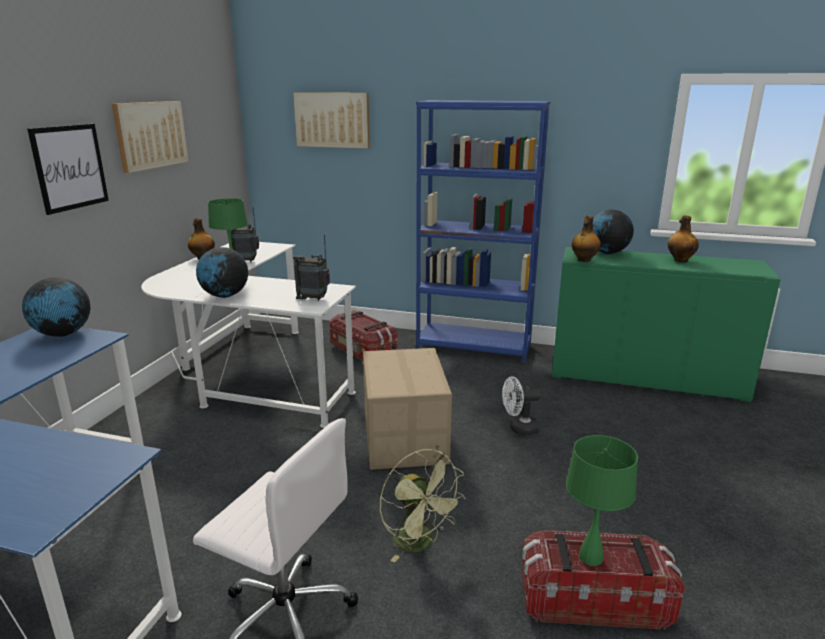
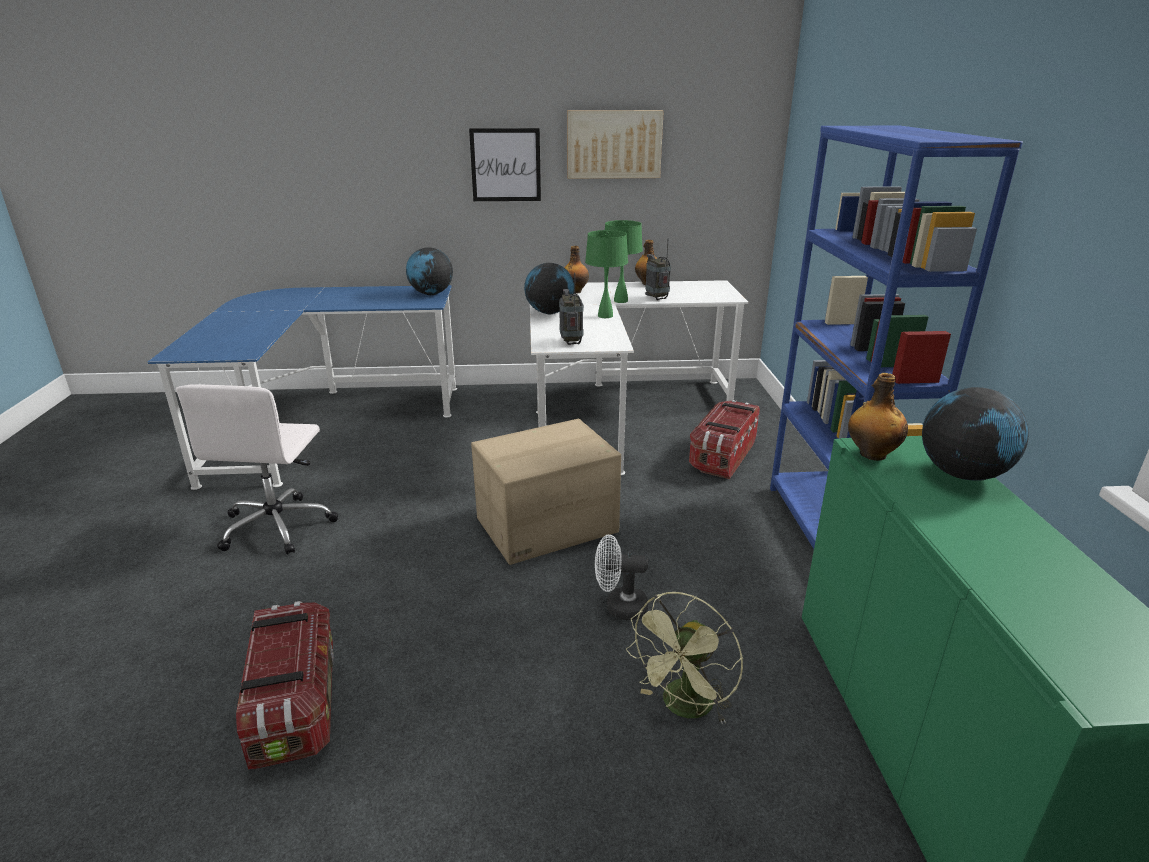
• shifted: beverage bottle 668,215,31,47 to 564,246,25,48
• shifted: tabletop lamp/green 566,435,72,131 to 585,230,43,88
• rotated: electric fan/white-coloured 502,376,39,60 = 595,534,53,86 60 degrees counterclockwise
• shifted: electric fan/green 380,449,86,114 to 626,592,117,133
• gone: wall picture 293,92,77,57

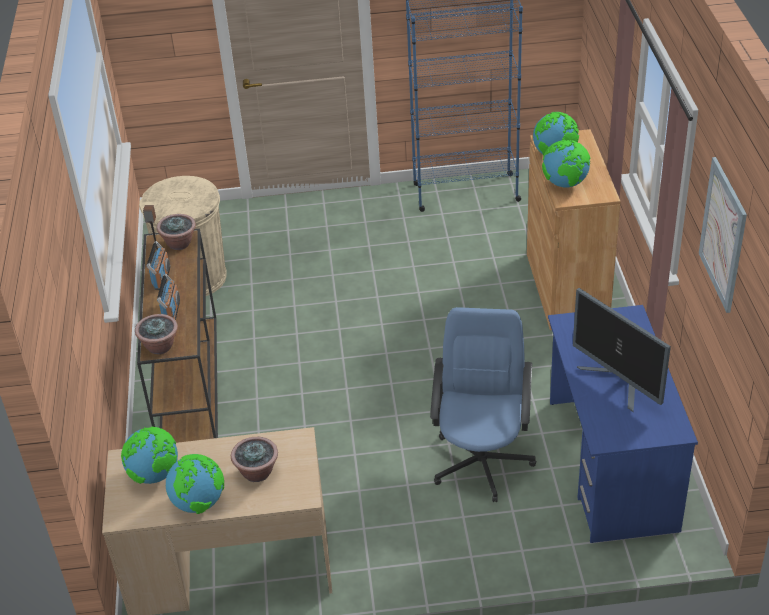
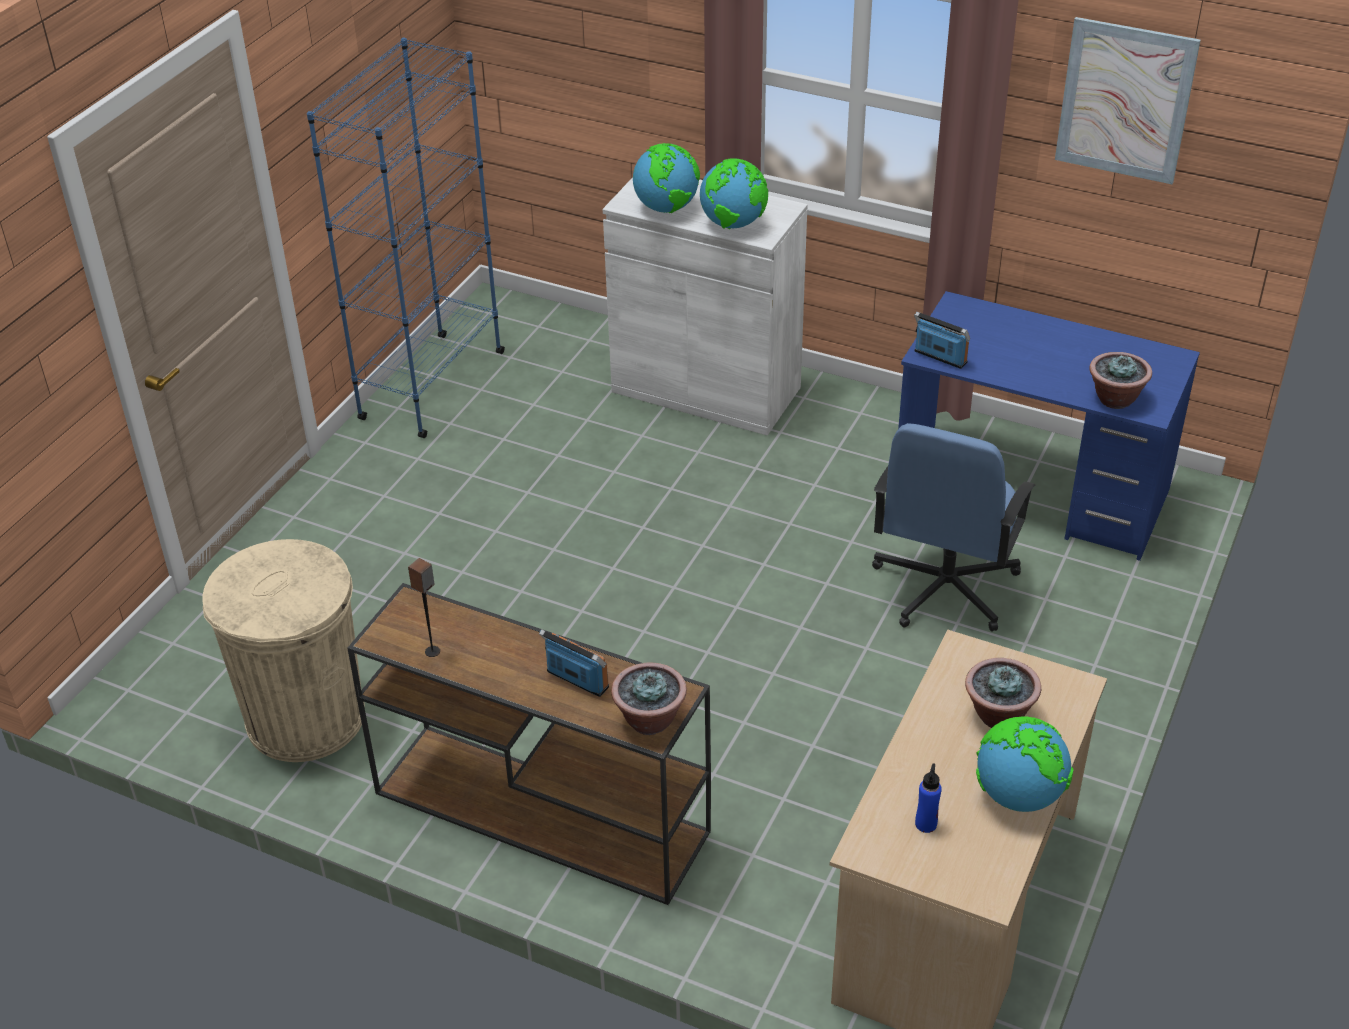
• repainted: cupboard/brown-coloured 527,129,94,201 to cupboard/white-coloured 603,177,205,259
• rotated: desk chair/bluish 430,307,106,195 = 872,423,163,209 105 degrees counterclockwise
• shifted: radio receiver 146,241,24,49 to 914,312,56,57
• swapped: world globe 121,427,57,57 to beverage bottle/bluish 915,763,27,70
• shifted: houseplant 157,214,39,36 to 1090,352,62,57
• gone: computer screen 573,288,98,124

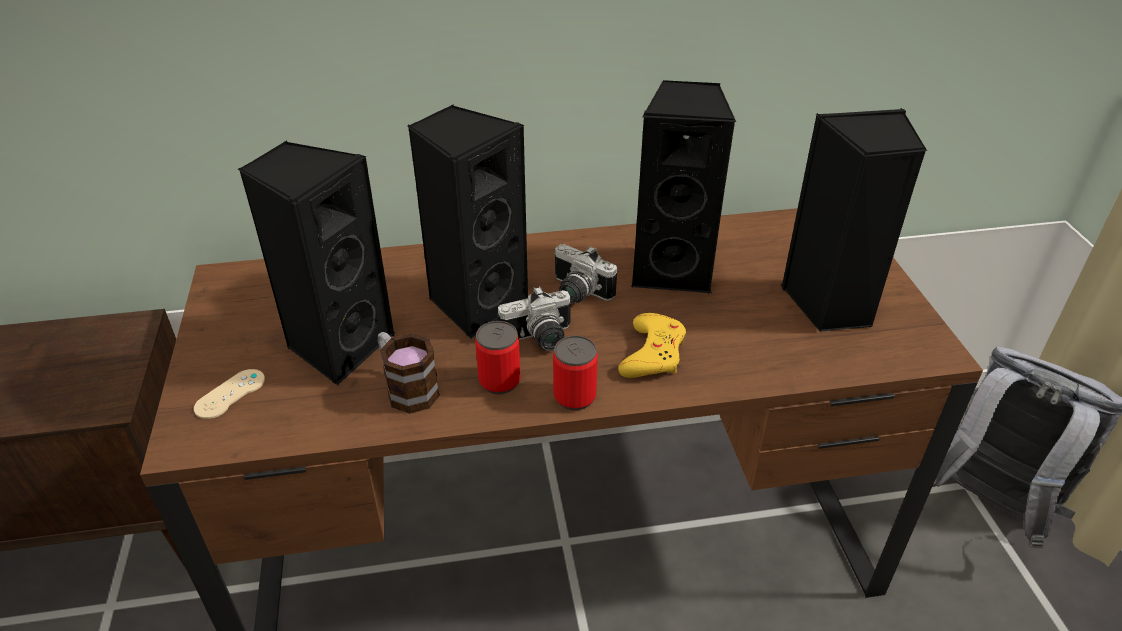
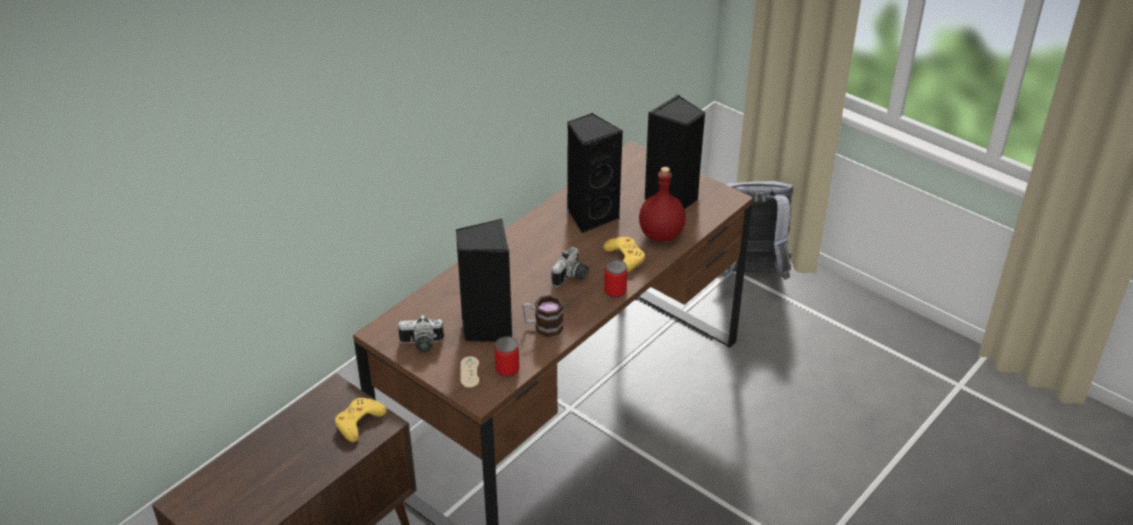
• new: joypad/yellowish 335,398,51,44
• shifted: still camera 554,244,63,60 to 398,315,46,38
• shifted: can 475,321,46,73 to 495,336,24,41
• new: beverage bottle/reddish 639,167,47,75
• gone: audio speaker/blackish 407,104,121,235

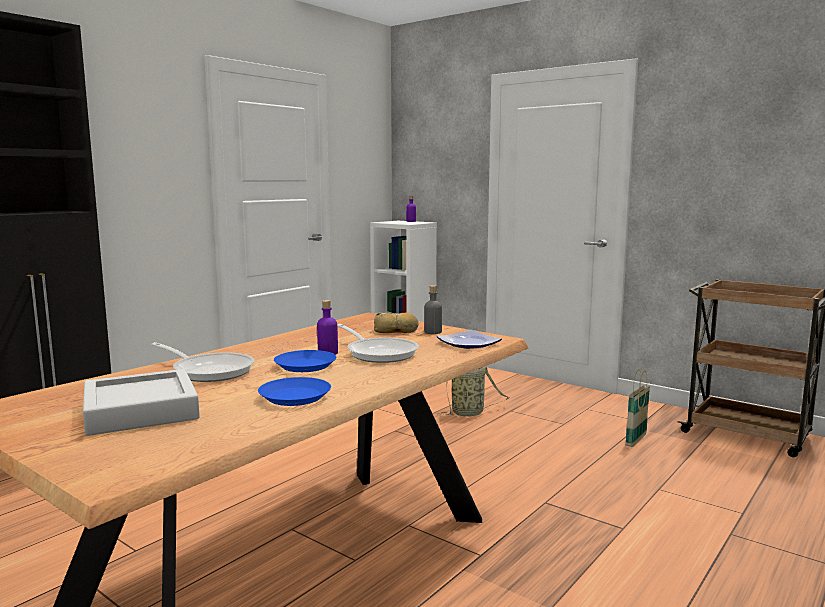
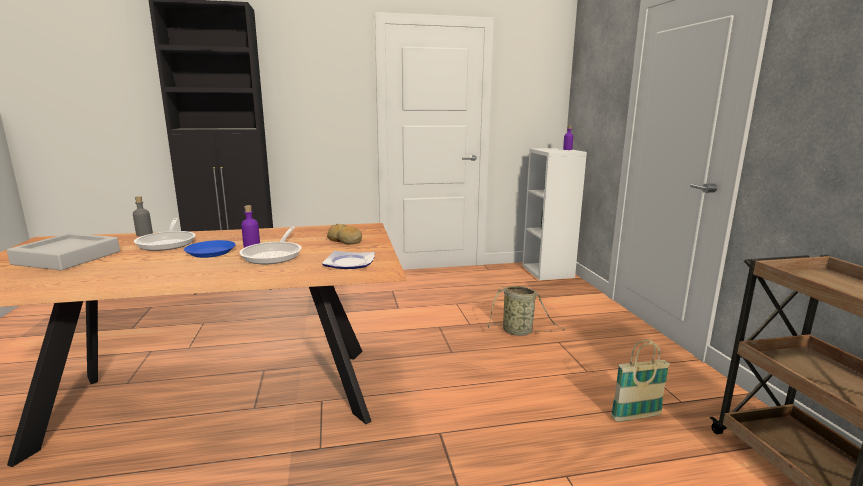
• shifted: beverage bottle/gray 424,285,18,49 to 133,196,20,41
• gone: dinner plate/bluish 258,377,73,29

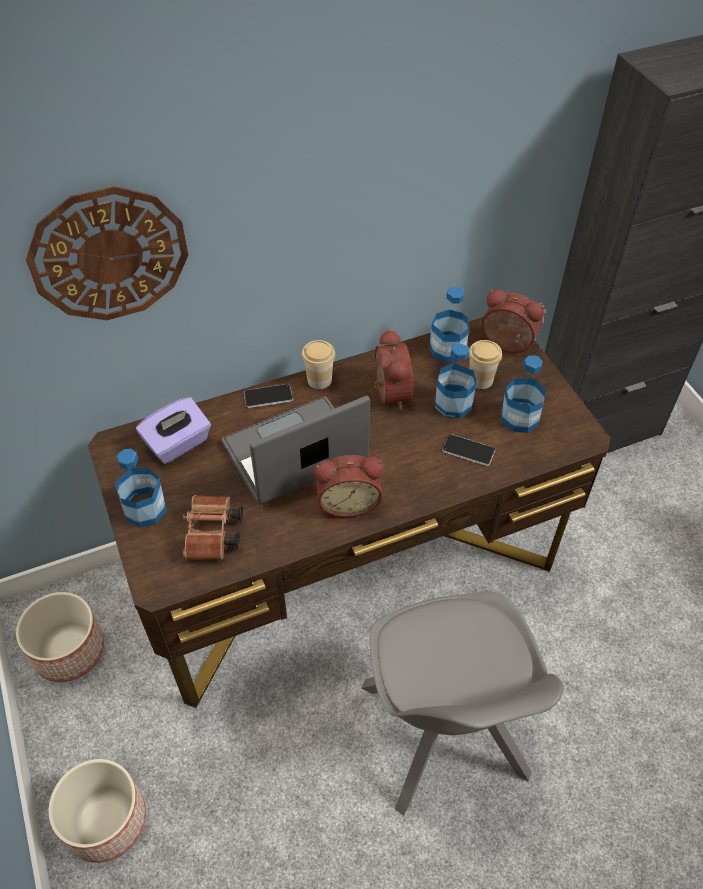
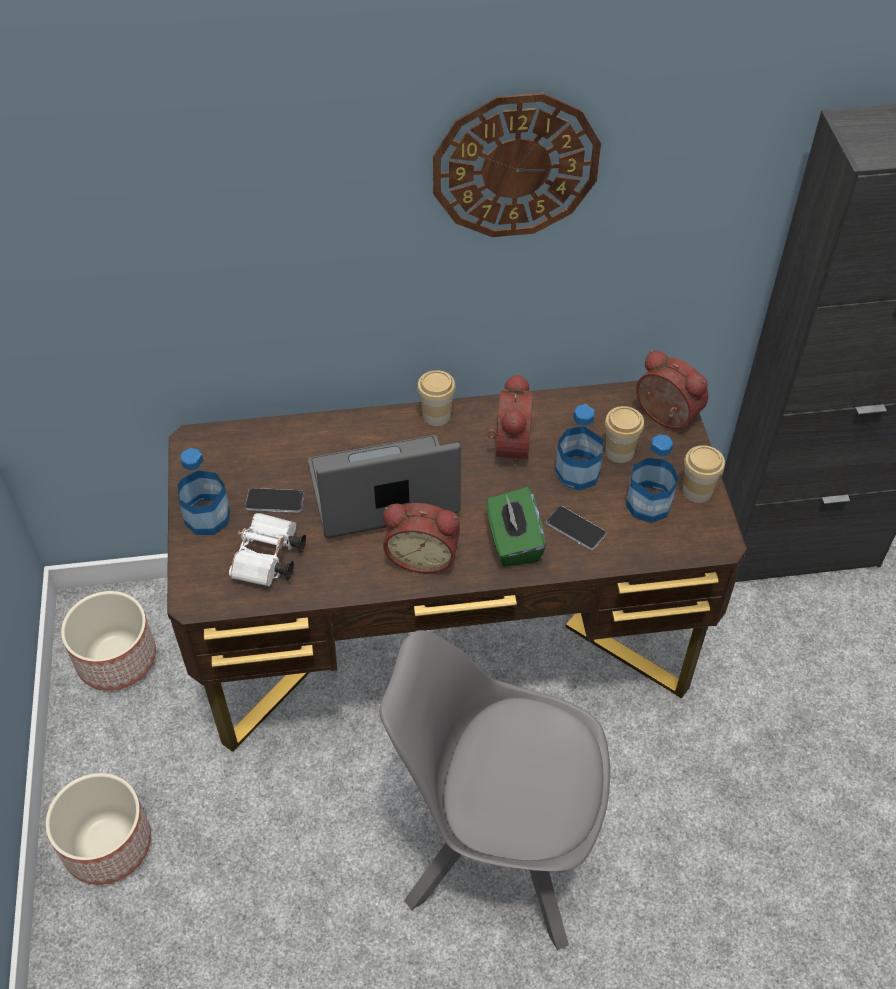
• repainted: binoculars/brown-coloured 183,495,60,65 to binoculars/white-coloured 229,513,77,74
• shifted: handset 244,384,49,24 to 245,488,59,25
• rotated: chair/gray 362,591,202,225 = 379,630,231,320 105 degrees clockwise
• shifted: clock on the wall 26,186,162,134 to 433,93,168,144
• new: tissue box/green 486,487,60,80
• new: cup 683,445,42,58
• gone: tissue box/purplish 136,397,75,67
• gone: beverage bottle 429,287,40,76

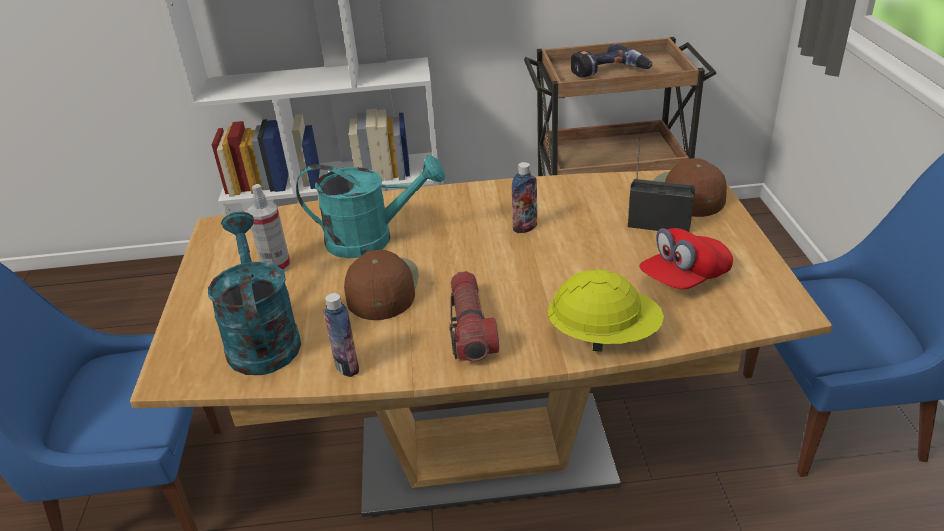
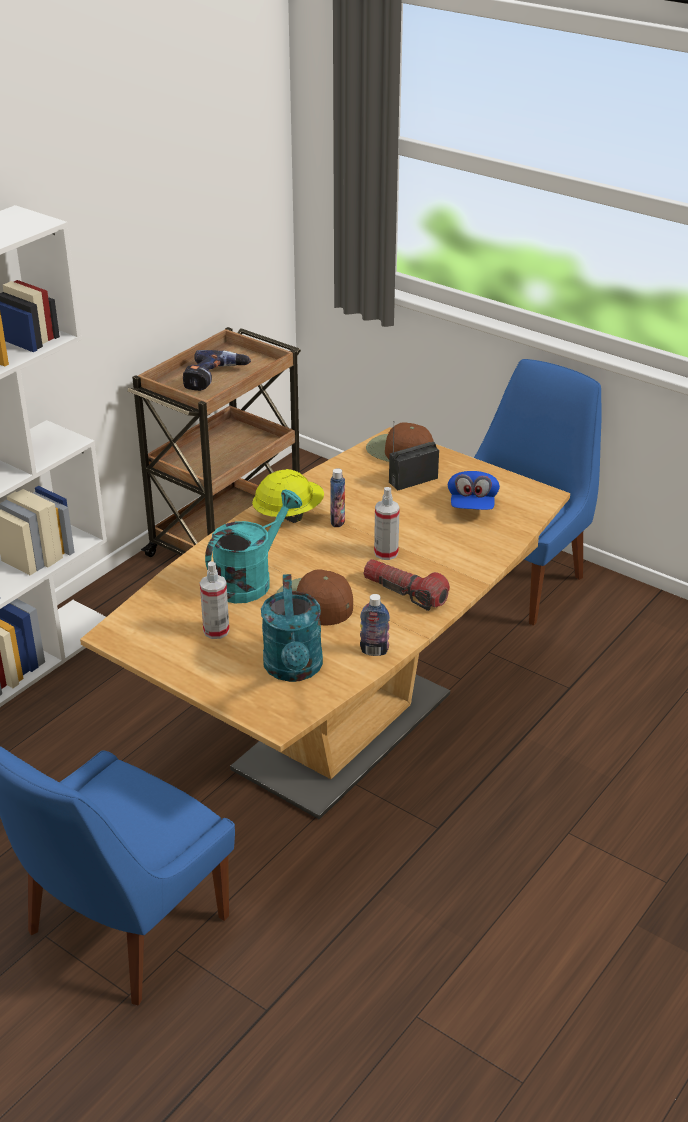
• shifted: safety helmet/yellowish 548,269,116,83 to 252,469,72,54
• rotated: watering can/blue-green 208,212,93,163 = 261,574,62,108 120 degrees counterclockwise
• new: spray bottle 374,487,26,73
• repainted: cap/reddish 639,228,94,61 to cap/bluish 448,471,52,39

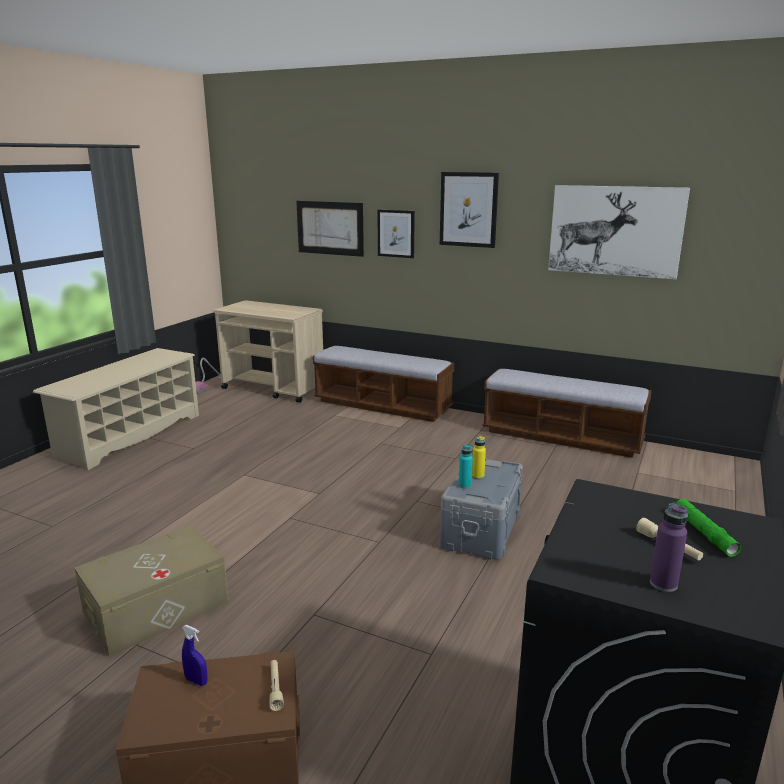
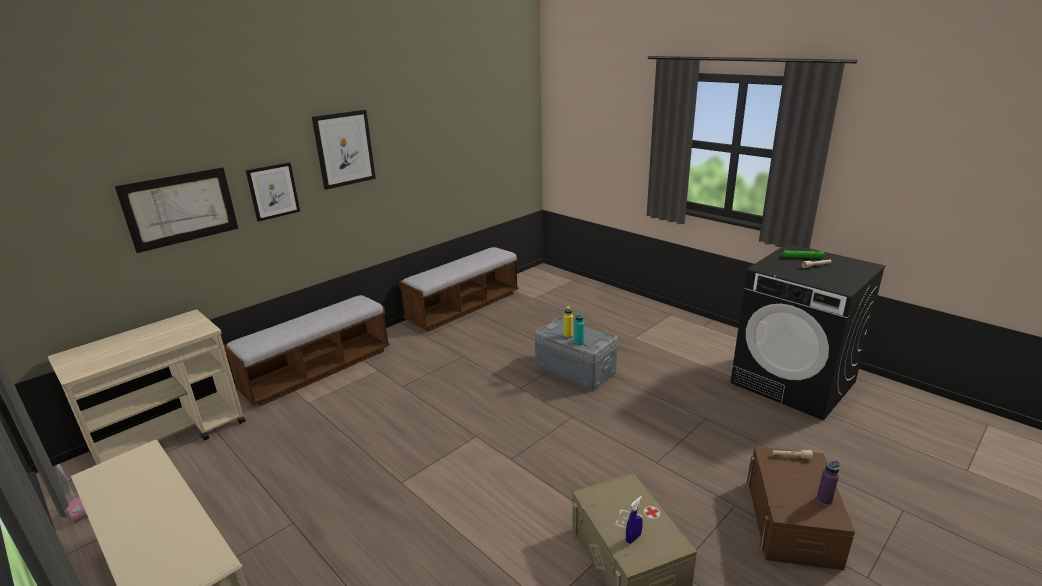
• shifted: spray bottle/bluish 182,625,26,61 to 626,496,17,48
• shifted: beverage bottle/purplish 650,503,38,89 to 816,461,24,45
• gone: wall picture 548,185,142,94

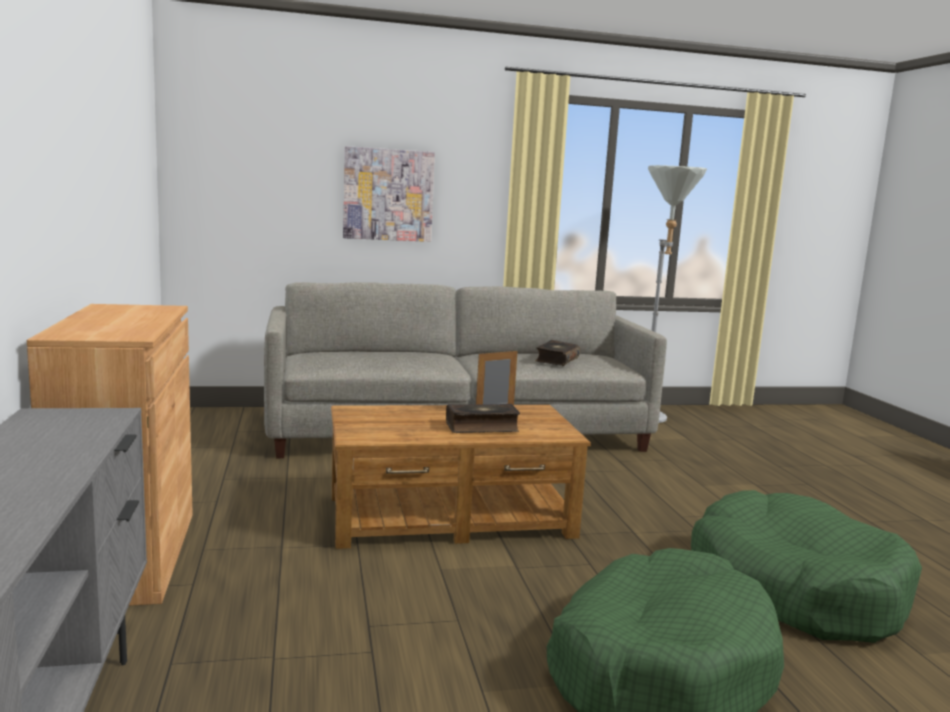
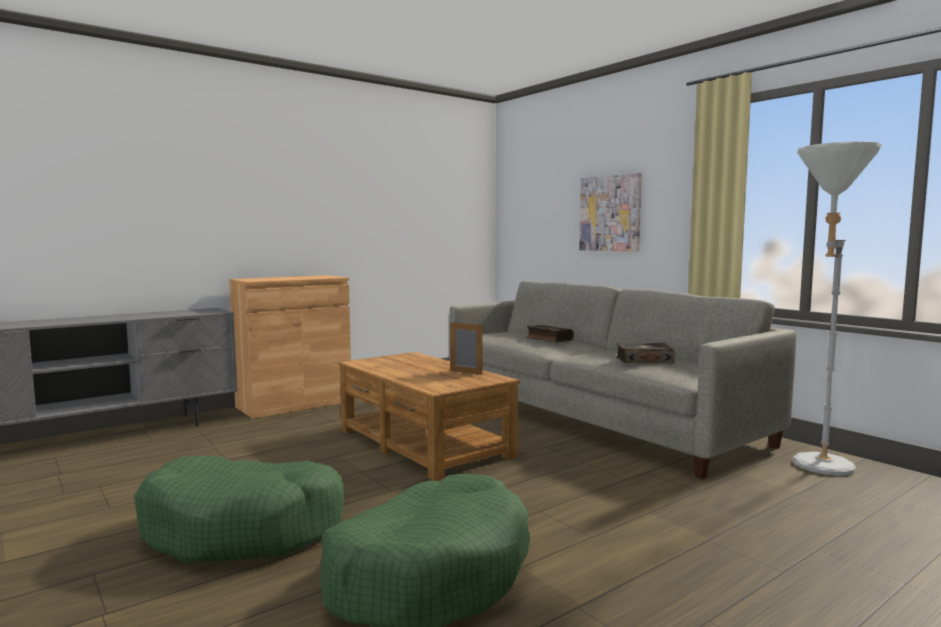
• shifted: bound book 446,404,74,29 to 526,325,48,18

